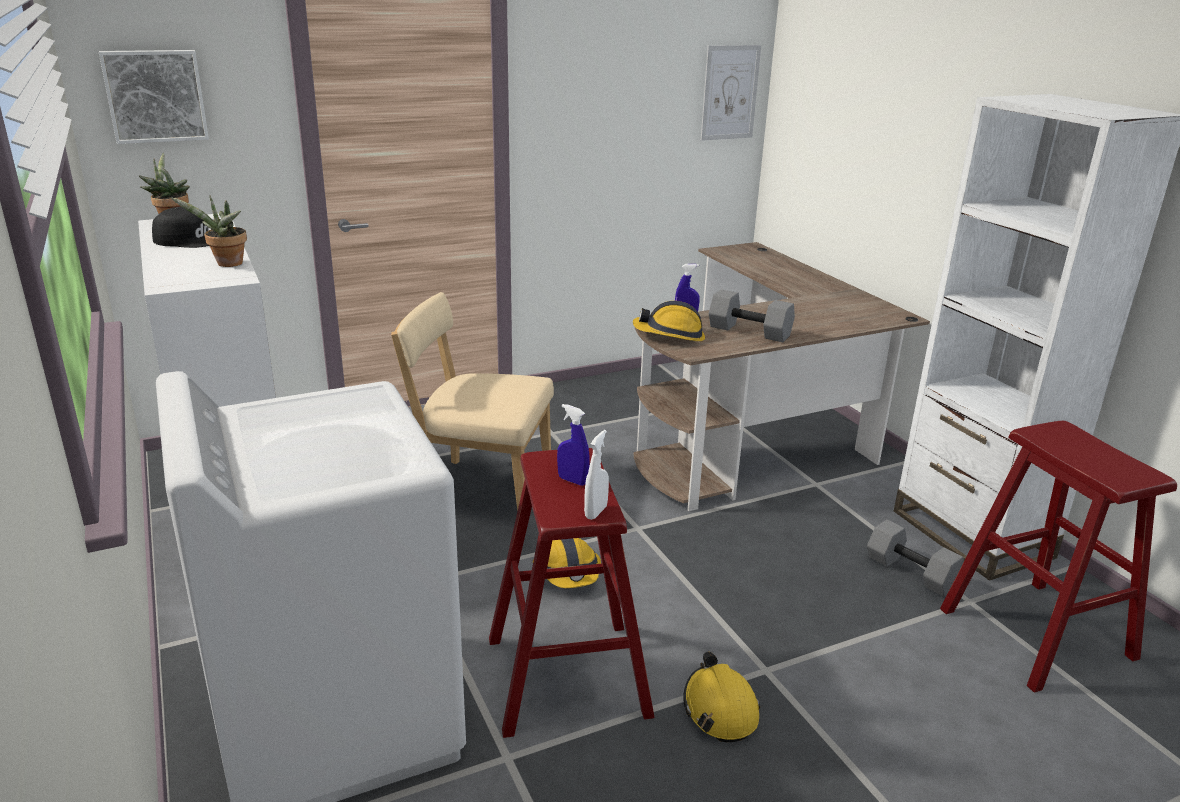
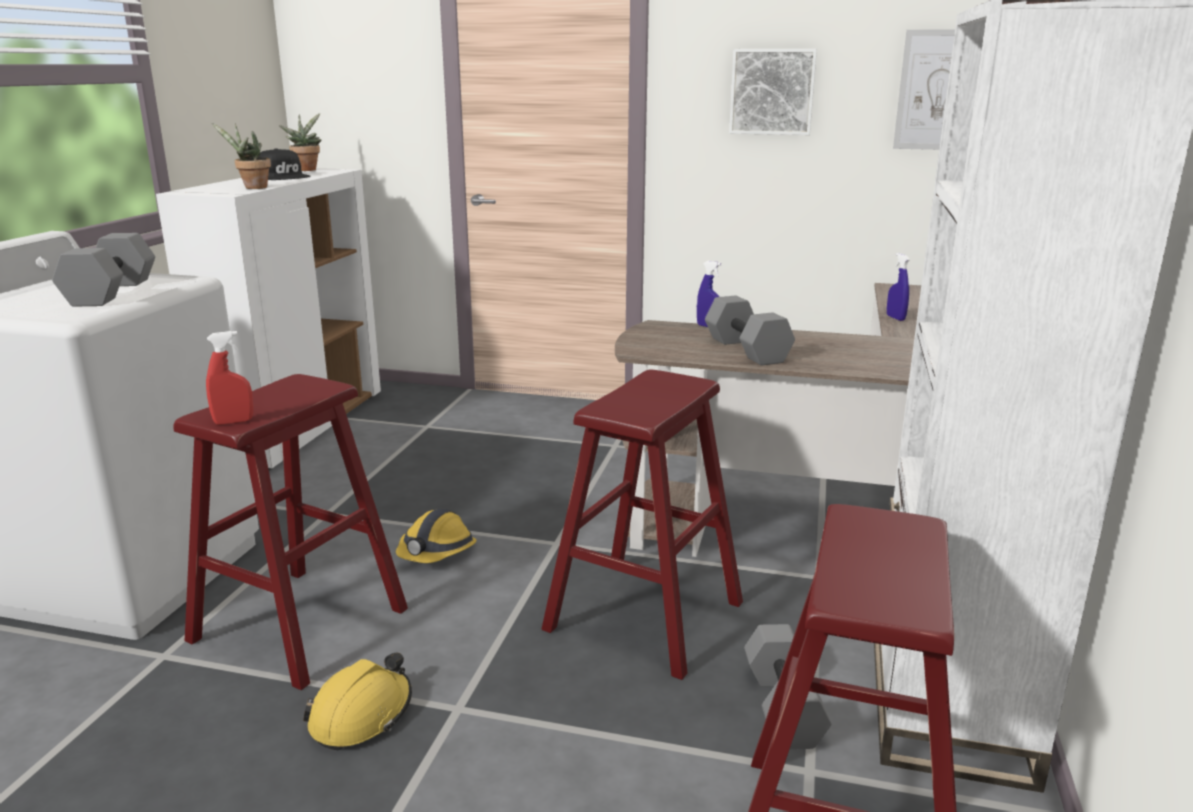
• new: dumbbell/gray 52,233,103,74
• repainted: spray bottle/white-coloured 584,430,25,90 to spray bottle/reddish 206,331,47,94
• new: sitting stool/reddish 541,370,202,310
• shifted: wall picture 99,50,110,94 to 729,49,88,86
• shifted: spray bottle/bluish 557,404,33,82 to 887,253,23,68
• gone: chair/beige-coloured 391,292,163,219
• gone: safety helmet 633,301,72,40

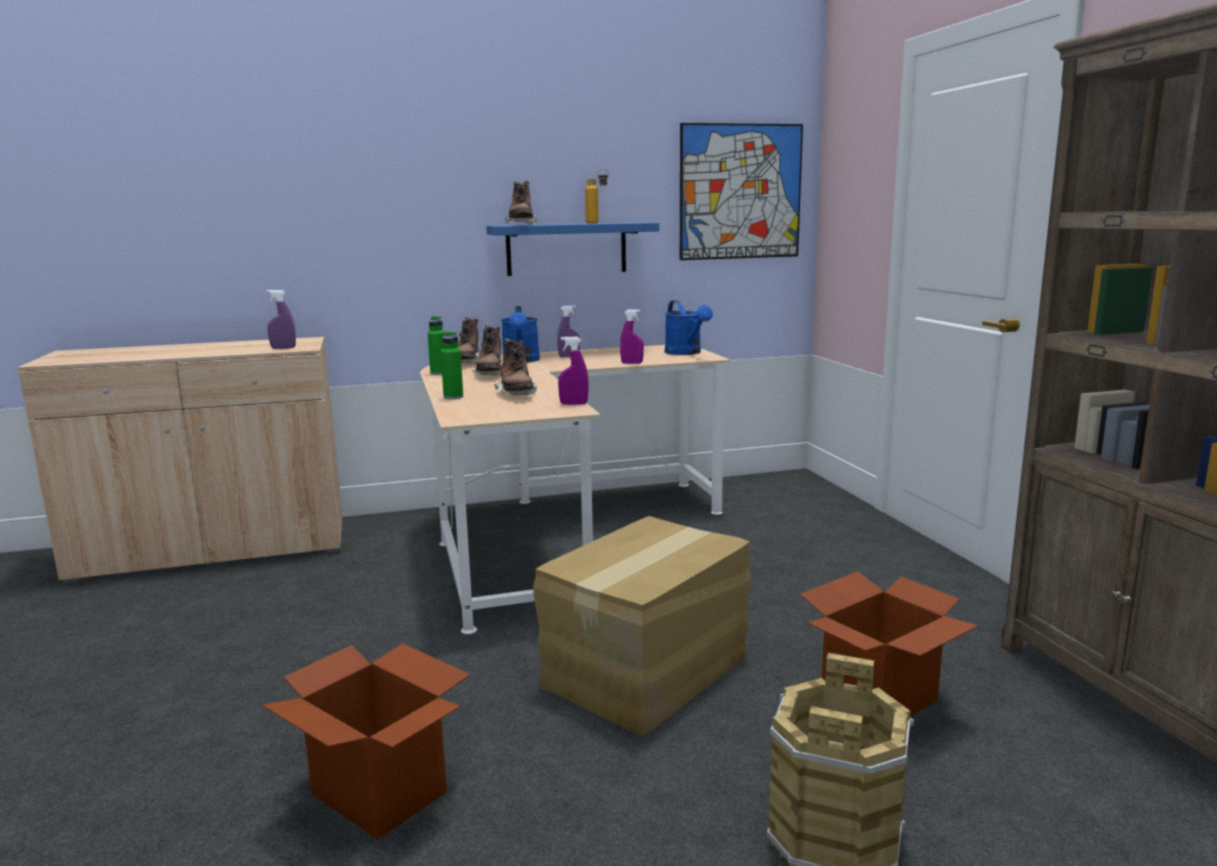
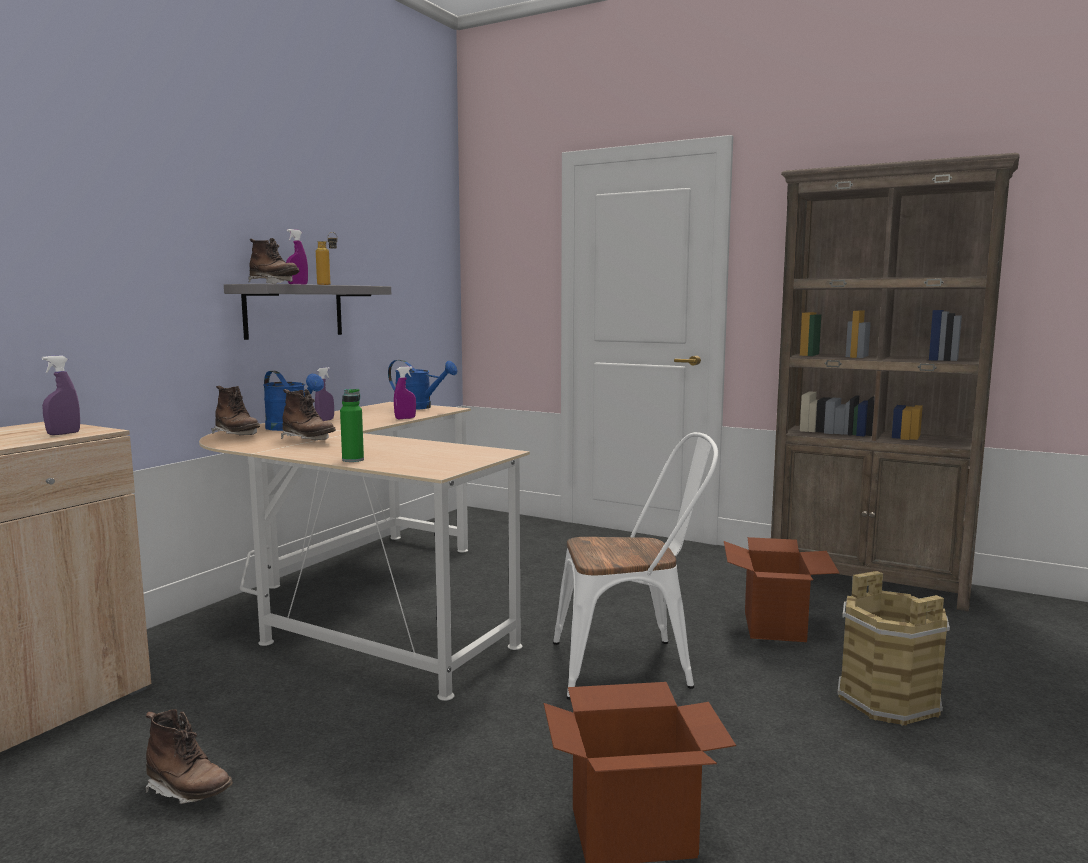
• shifted: boot/brown-coloured 494,338,43,57 to 145,709,88,95
• repainted: wall shelf/bluish 486,222,173,54 to wall shelf/gray 224,284,167,56
• shifted: spray bottle/purplish 558,337,31,68 to 286,229,22,55
• swapped: packing box 533,516,218,220 to chair/white-coloured 553,432,165,268
• gone: beverage bottle/green 428,316,17,59
• gone: wall picture 680,123,123,137

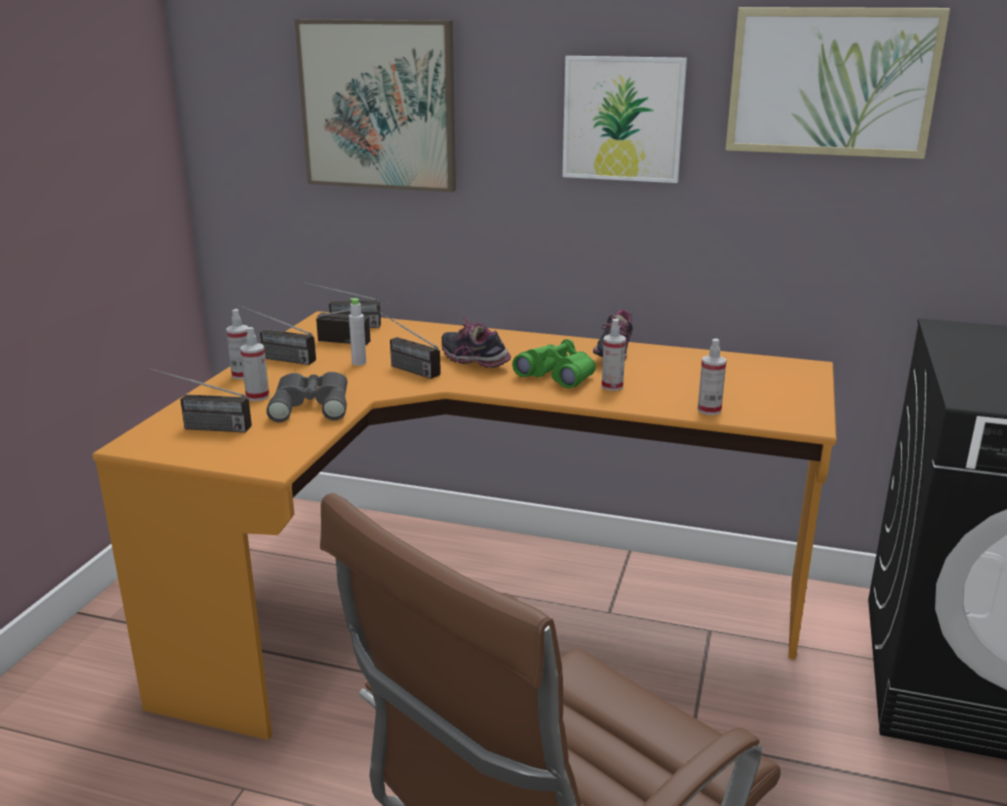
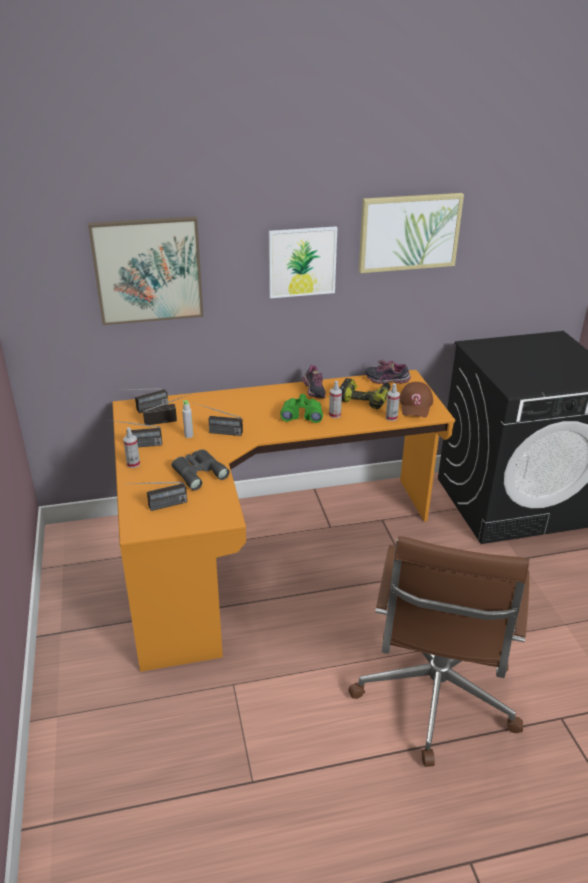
• new: power drill 339,378,51,31
• shifted: shoe 442,315,69,53 to 365,359,46,25
• new: cap/brown-coloured 399,382,34,36
• gone: spray bottle 240,327,29,74

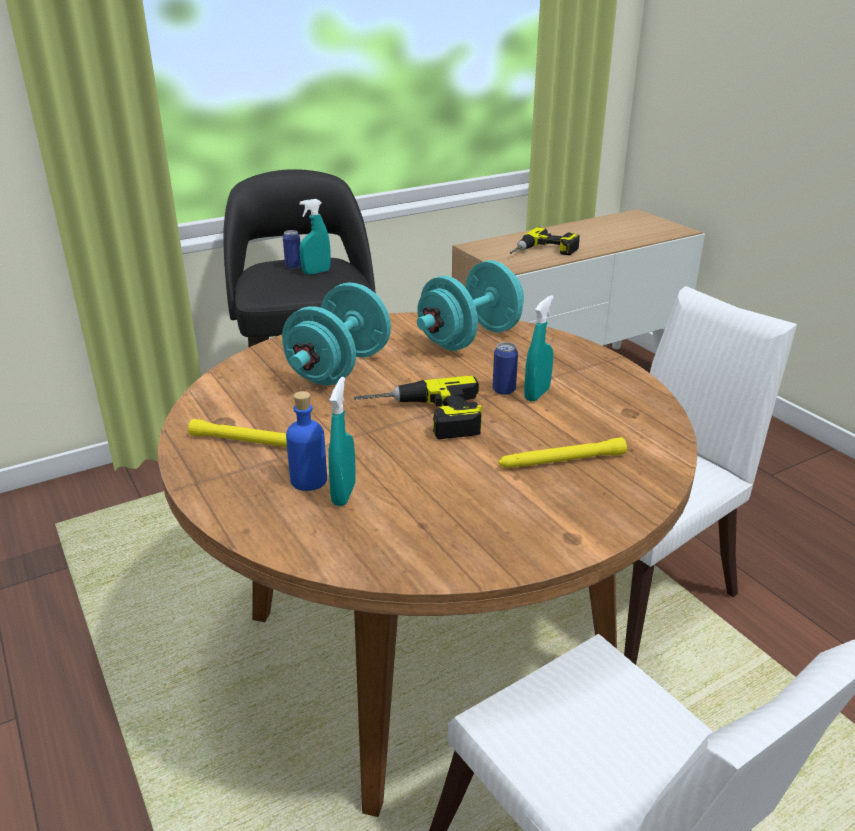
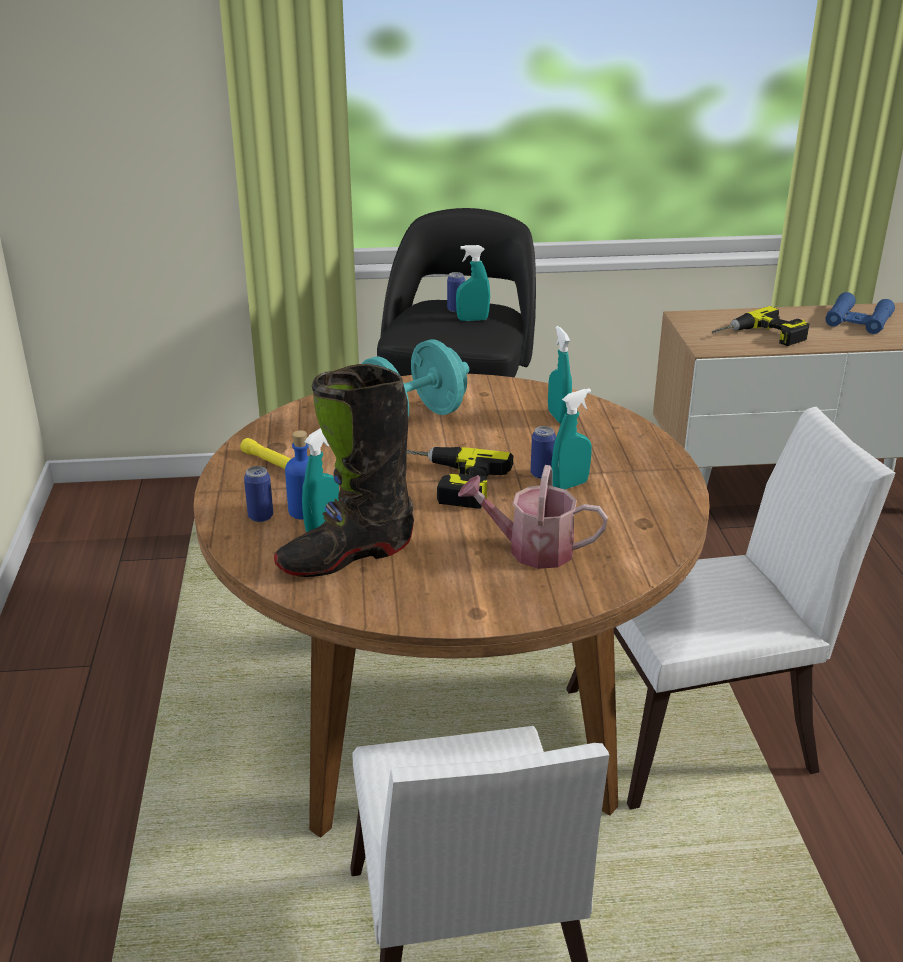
• new: can 244,466,29,56
• new: boot/blackish 274,364,140,213
• swapped: hand torch/yellowish 499,437,128,31 to watering can 458,465,150,104
• swapped: dumbbell/blue-green 417,260,107,91 to spray bottle/blue-green 548,326,24,97
• new: binoculars/bluish 825,292,70,42

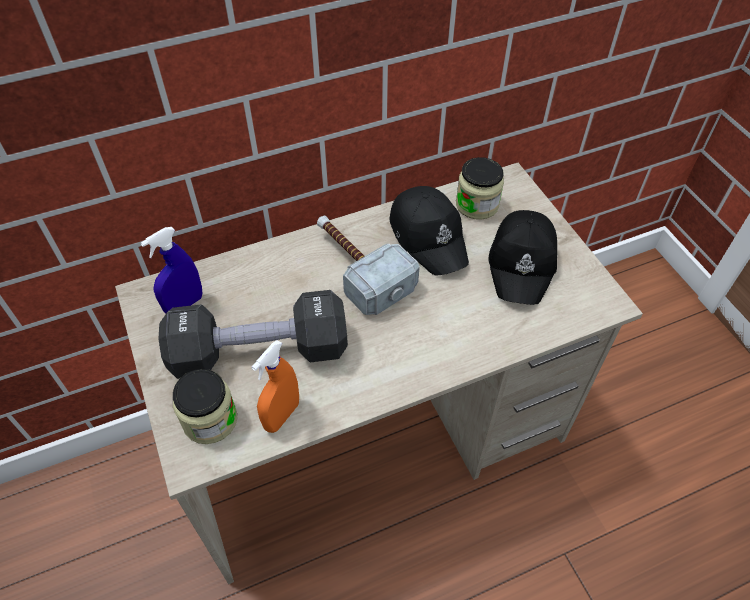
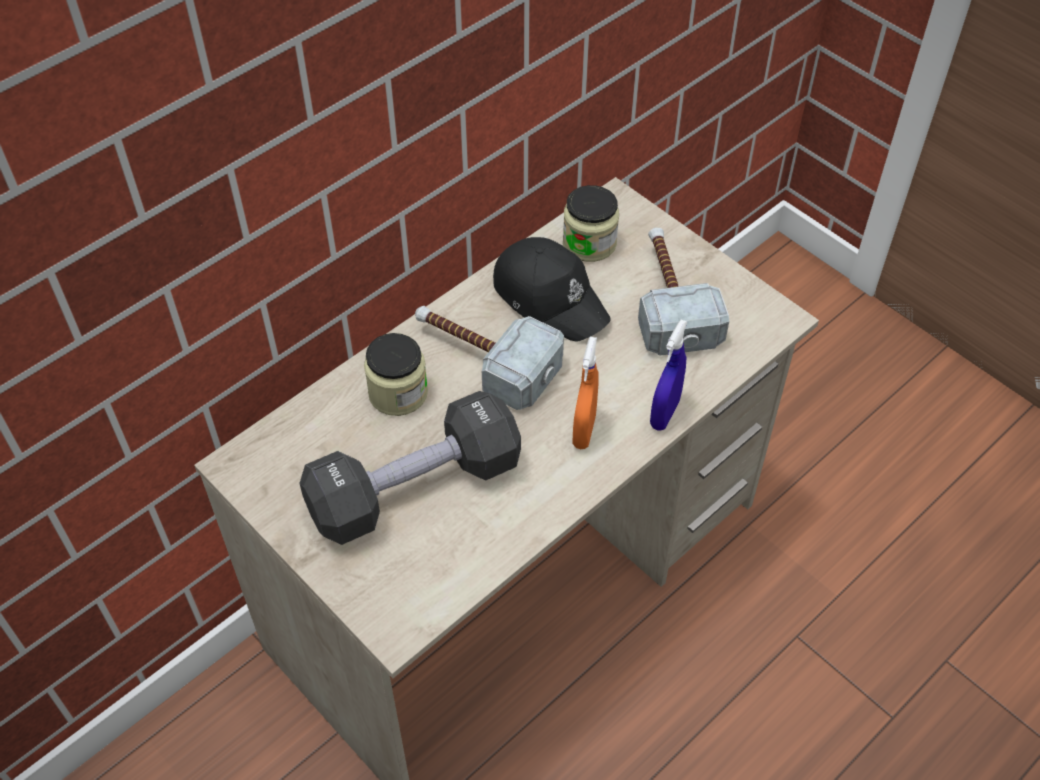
• shifted: jar 173,369,64,75 to 364,333,64,83
• shifted: spray bottle/orangey 251,340,48,93 to 573,337,26,112
• swapped: cap/blackish 488,210,69,95 to hand hammer 638,228,91,128
• shifted: spray bottle/bluish 141,227,61,87 to 650,320,37,111

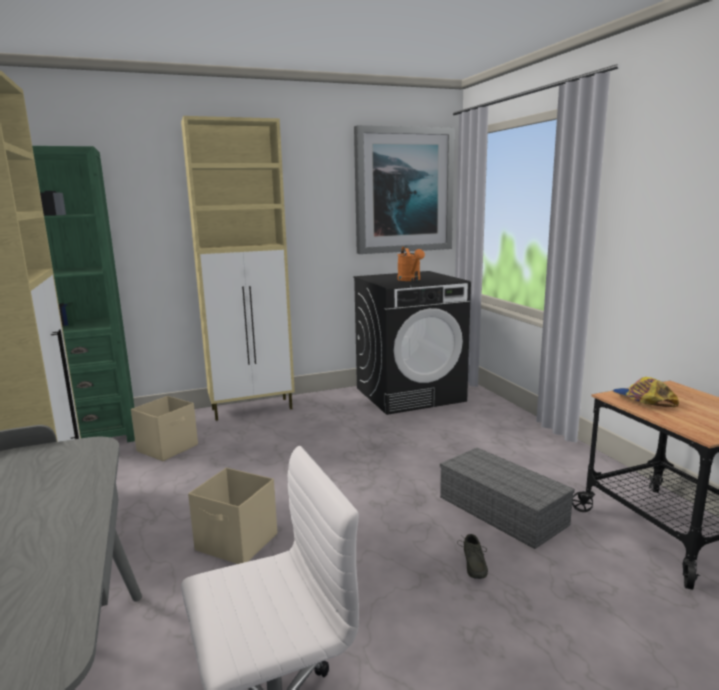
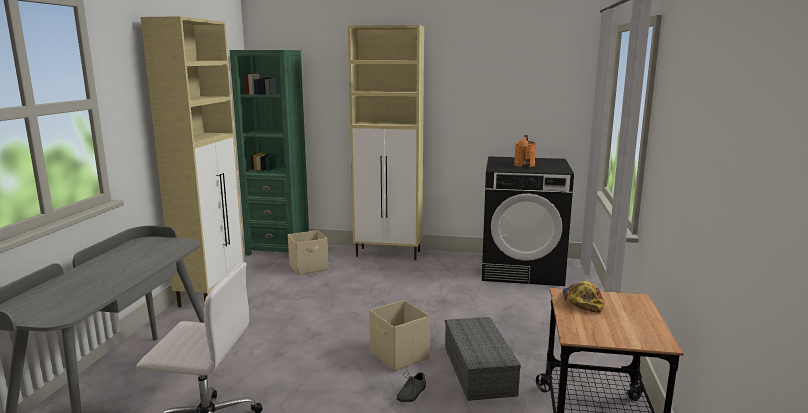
• shifted: storage bin/beige-coloured 188,468,89,96 to 369,300,61,71
• gone: wall picture 354,125,101,129

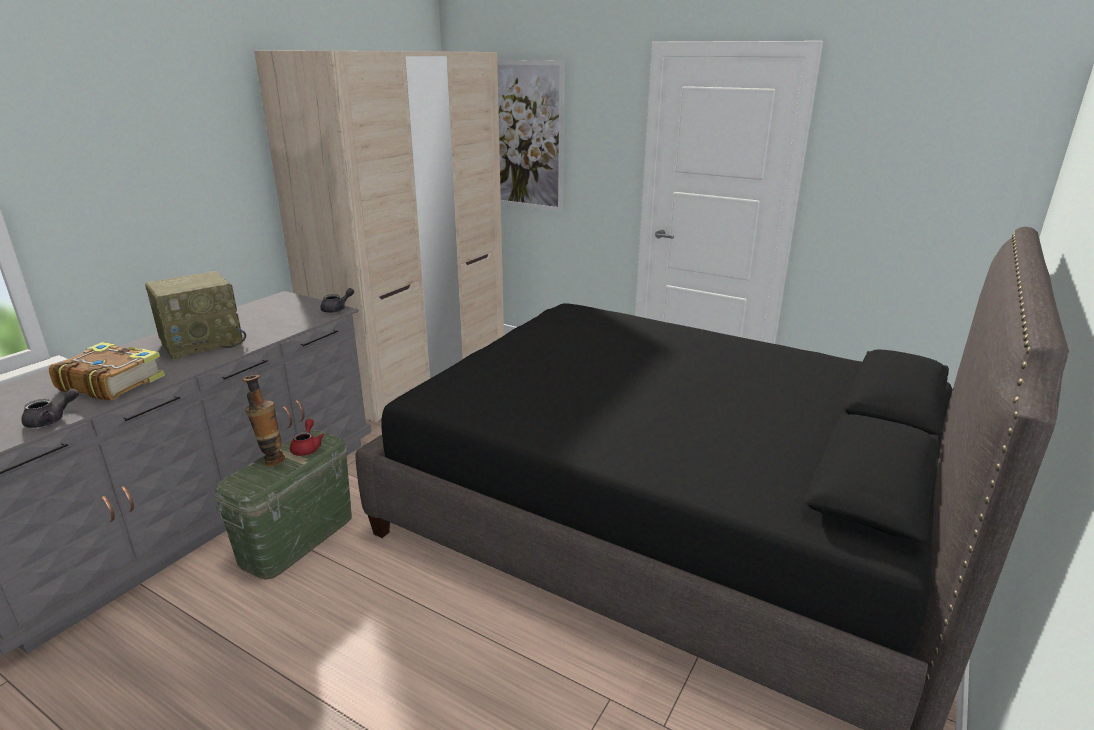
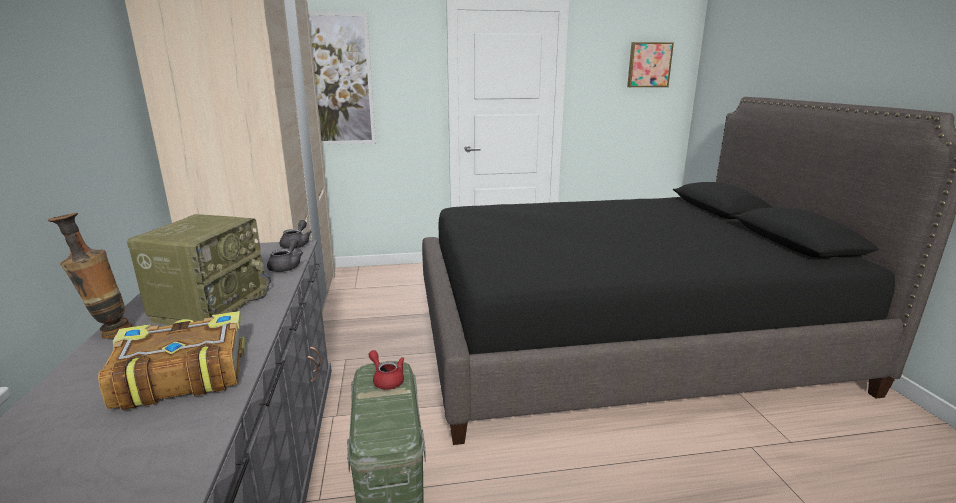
• shifted: vase 242,375,43,91 to 48,213,84,126
• shifted: tea pot/gray 21,389,58,39 to 267,238,36,34
• new: wall picture 627,42,47,45

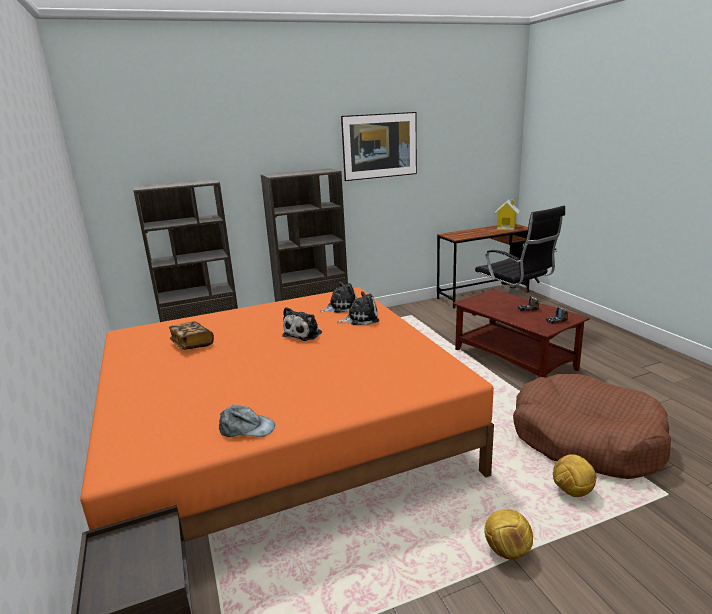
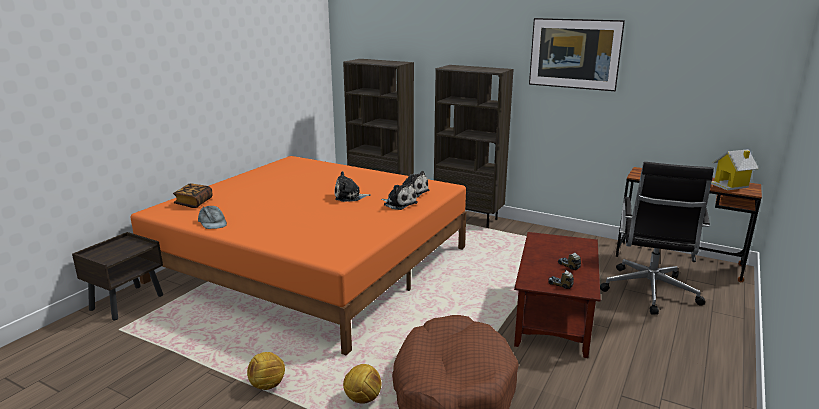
• shifted: bound book 169,321,45,29 to 173,183,40,25

